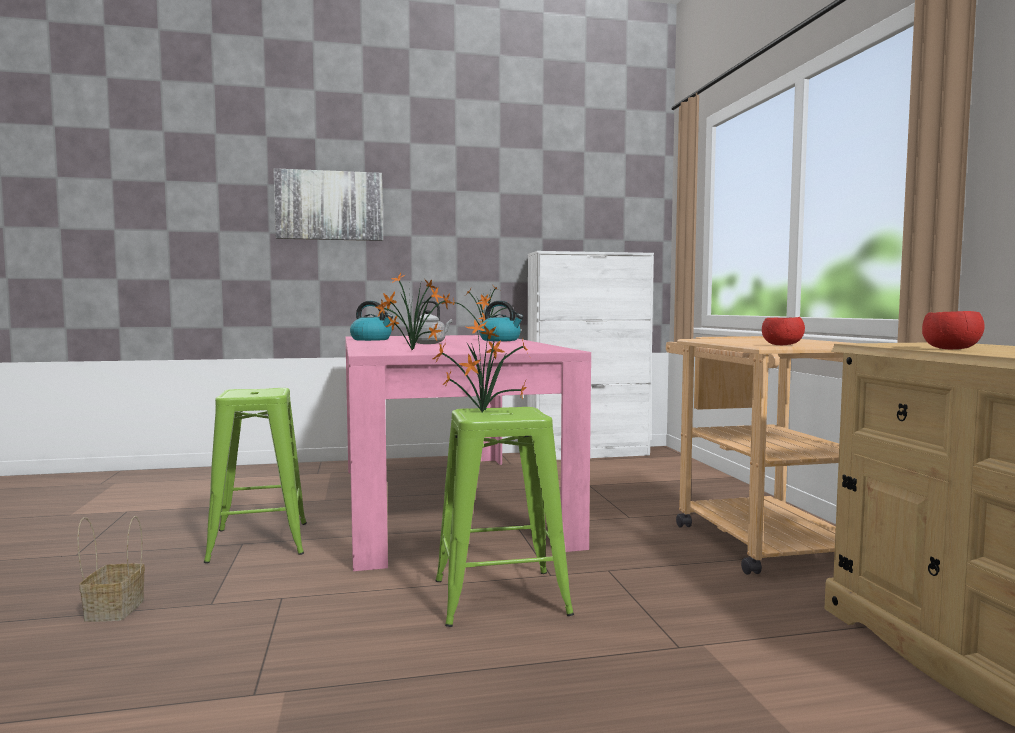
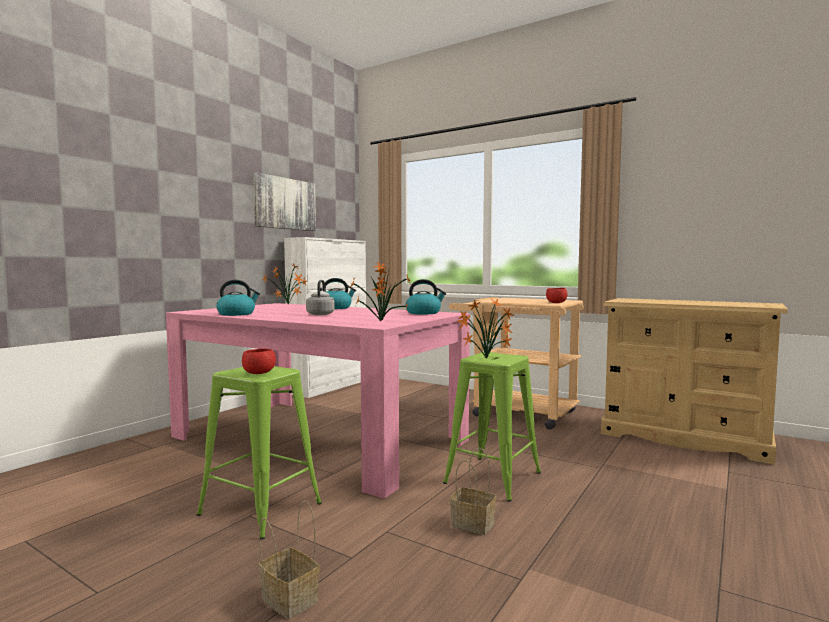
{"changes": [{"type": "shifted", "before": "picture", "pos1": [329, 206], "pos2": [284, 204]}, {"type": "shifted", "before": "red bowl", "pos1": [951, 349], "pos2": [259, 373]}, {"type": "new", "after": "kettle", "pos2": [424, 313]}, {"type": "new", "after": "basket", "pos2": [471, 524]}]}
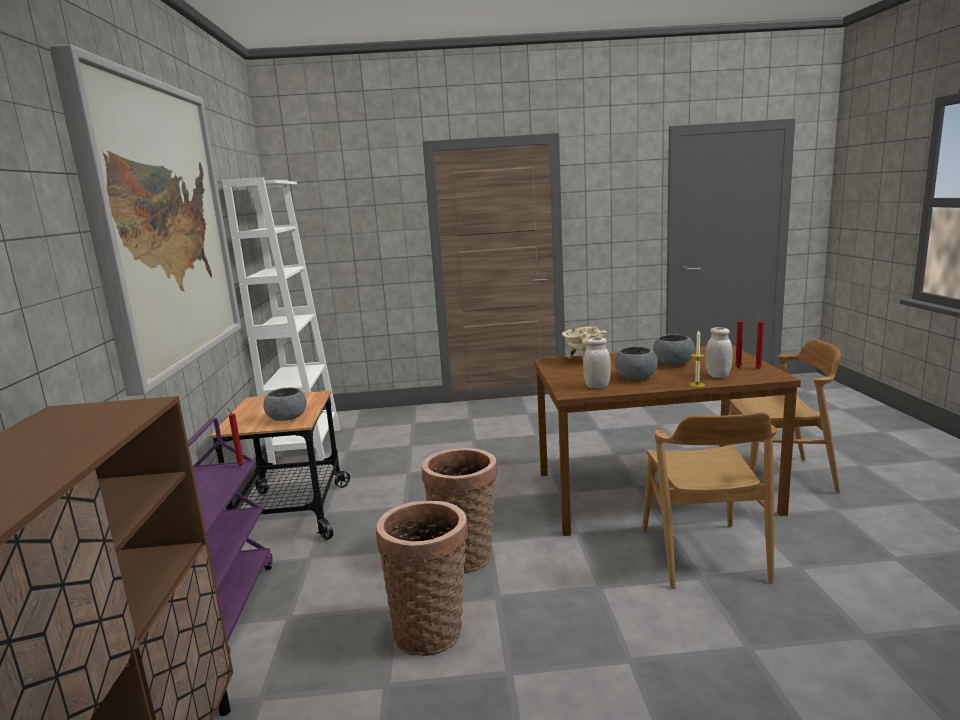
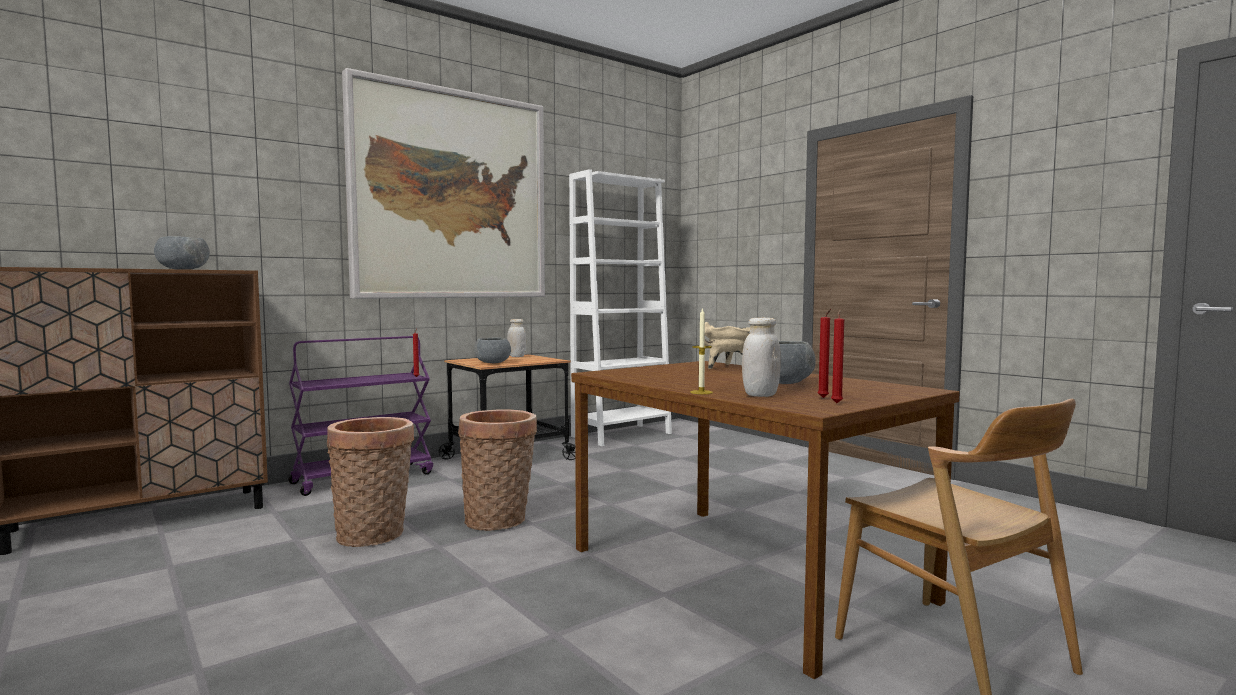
{"changes": [{"type": "shifted", "before": "white jar", "pos1": [597, 386], "pos2": [516, 356]}, {"type": "shifted", "before": "grey bowl", "pos1": [635, 377], "pos2": [183, 269]}, {"type": "gone", "before": "brown chair", "pos1": [702, 555]}]}
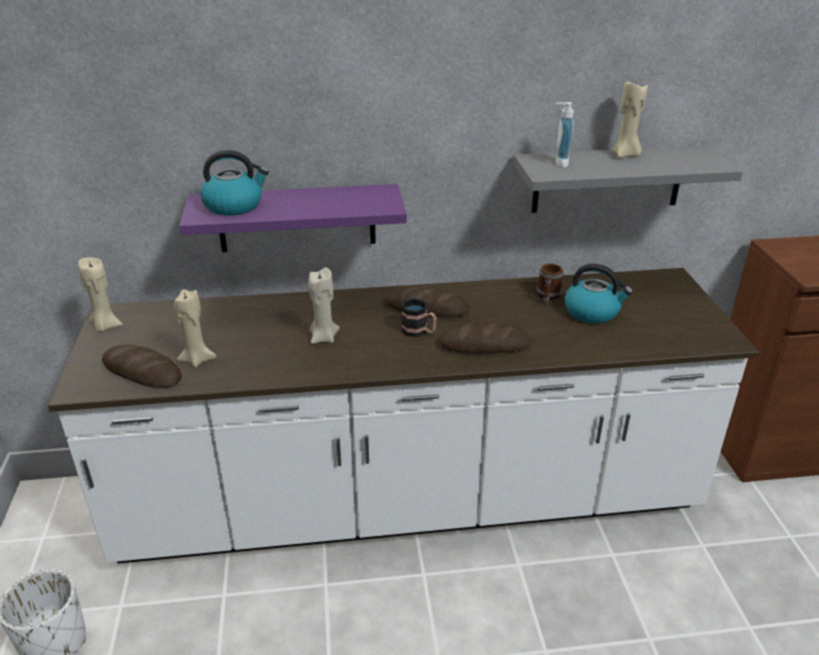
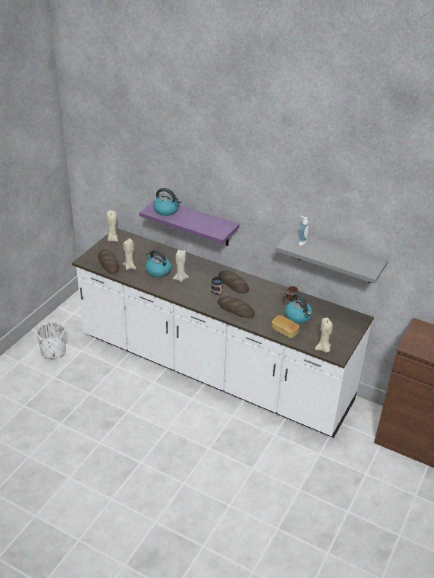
{"changes": [{"type": "shifted", "before": "beige candle", "pos1": [625, 155], "pos2": [323, 349]}, {"type": "new", "after": "kettle", "pos2": [157, 271]}, {"type": "new", "after": "bread", "pos2": [284, 331]}]}
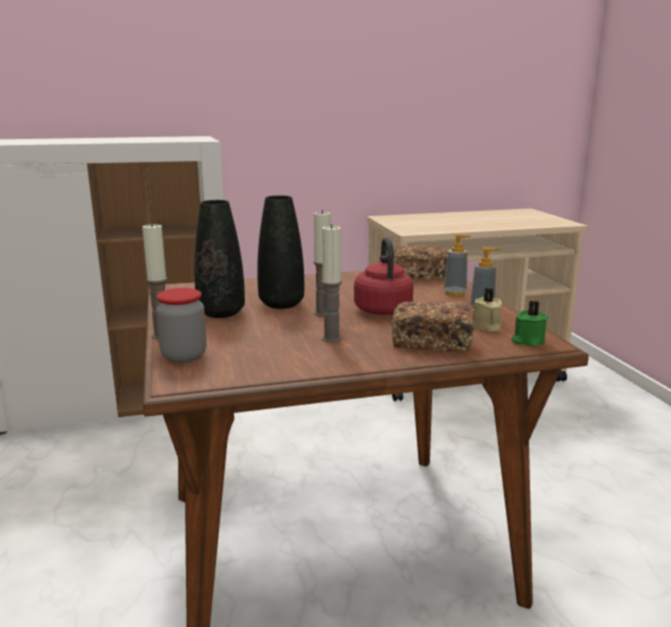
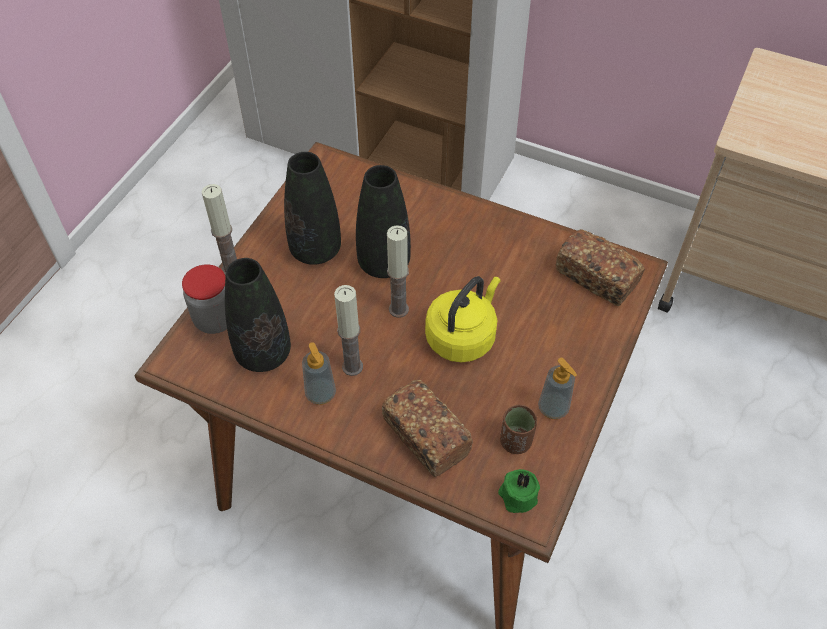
{"changes": [{"type": "repainted", "before": "red kettle", "after": "yellow kettle", "pos1": [382, 309], "pos2": [462, 336]}, {"type": "shifted", "before": "soap dispenser", "pos1": [455, 293], "pos2": [320, 394]}, {"type": "swapped", "before": "beige candle", "after": "brown cup", "pos1": [486, 327], "pos2": [515, 441]}, {"type": "new", "after": "black vase", "pos2": [263, 354]}]}
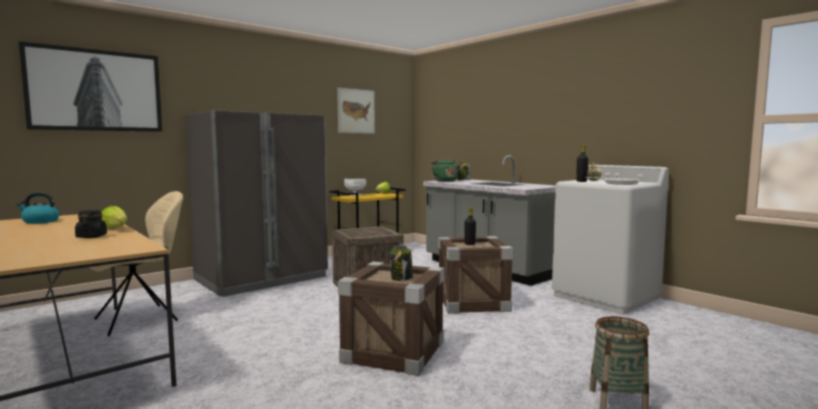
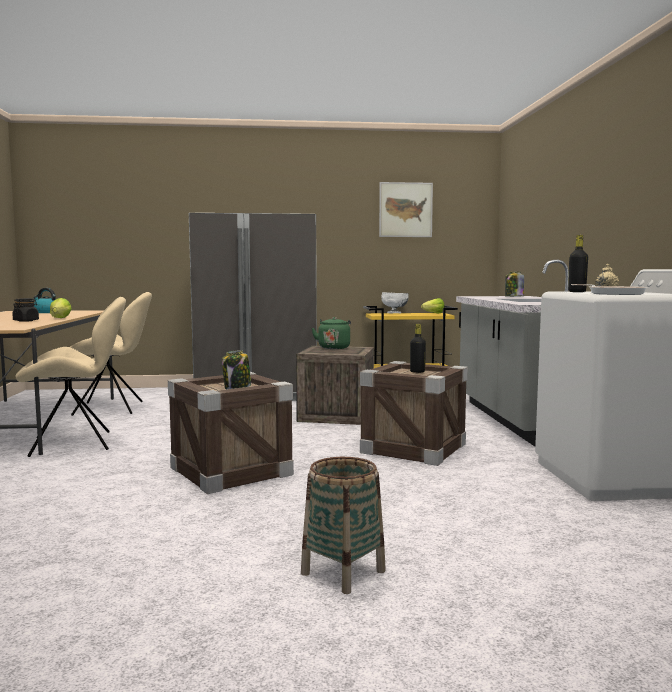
{"changes": [{"type": "gone", "before": "picture", "pos1": [96, 90]}, {"type": "shifted", "before": "green kettle", "pos1": [444, 181], "pos2": [334, 347]}, {"type": "new", "after": "beige chair", "pos2": [75, 443]}]}
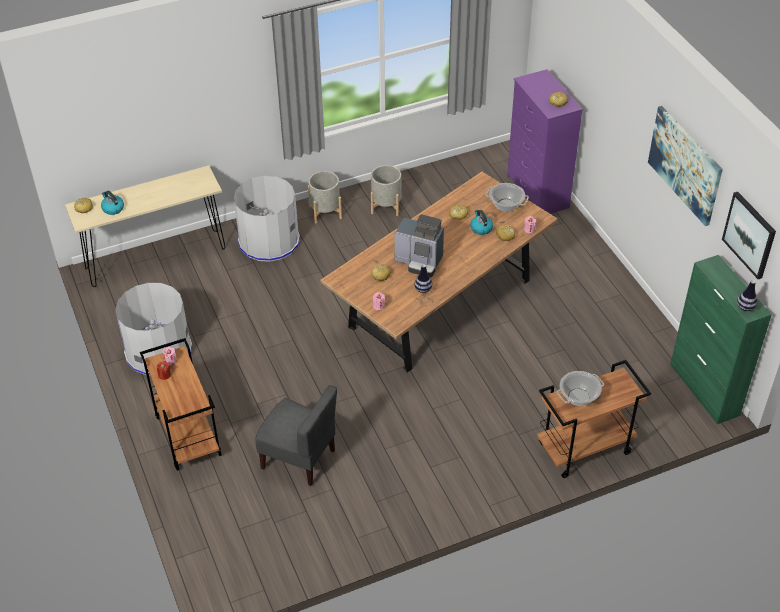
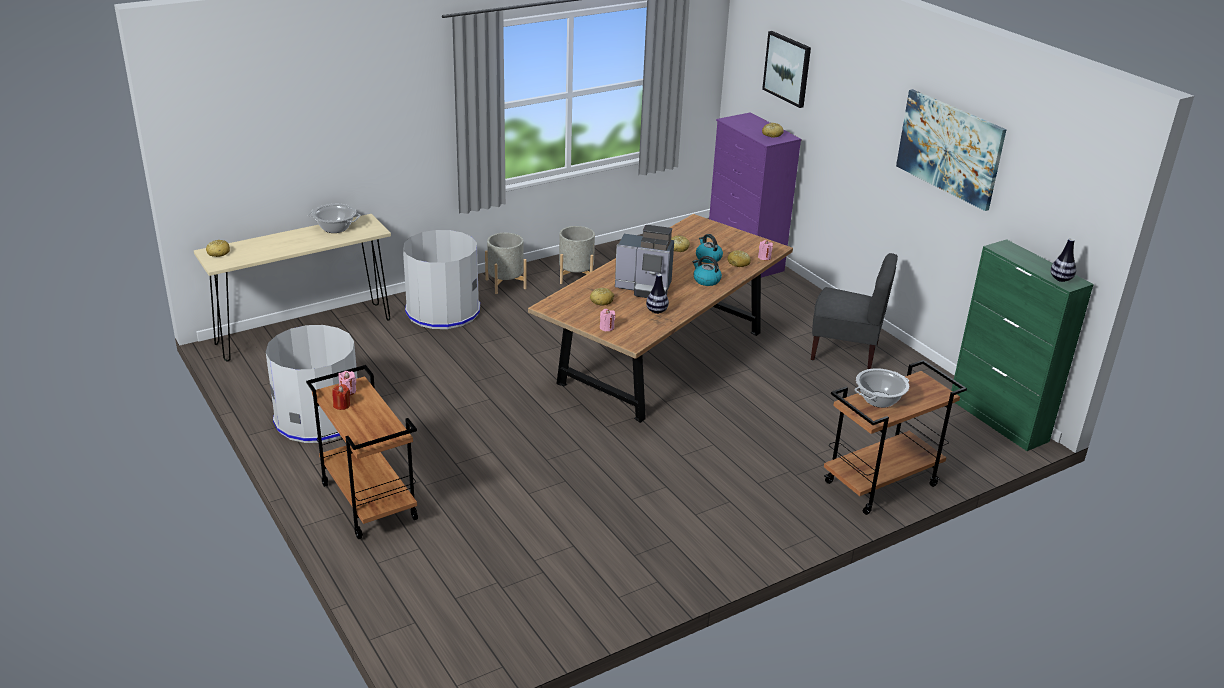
{"changes": [{"type": "shifted", "before": "kettle", "pos1": [112, 208], "pos2": [706, 280]}, {"type": "shifted", "before": "grey chair", "pos1": [299, 458], "pos2": [845, 351]}, {"type": "shifted", "before": "cooking pot", "pos1": [506, 205], "pos2": [335, 228]}, {"type": "shifted", "before": "picture", "pos1": [750, 234], "pos2": [787, 68]}]}
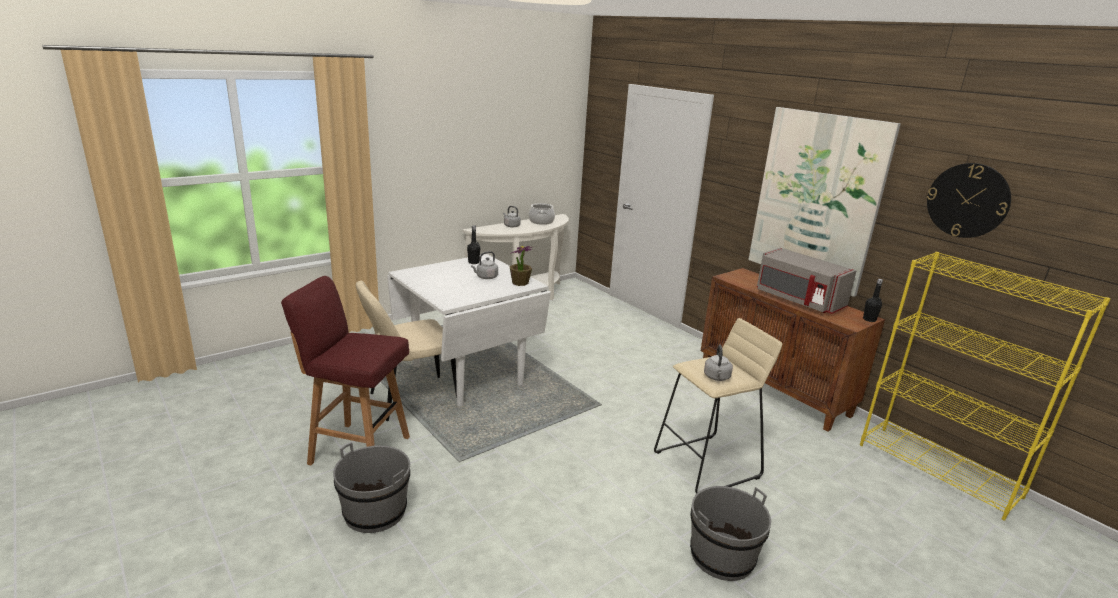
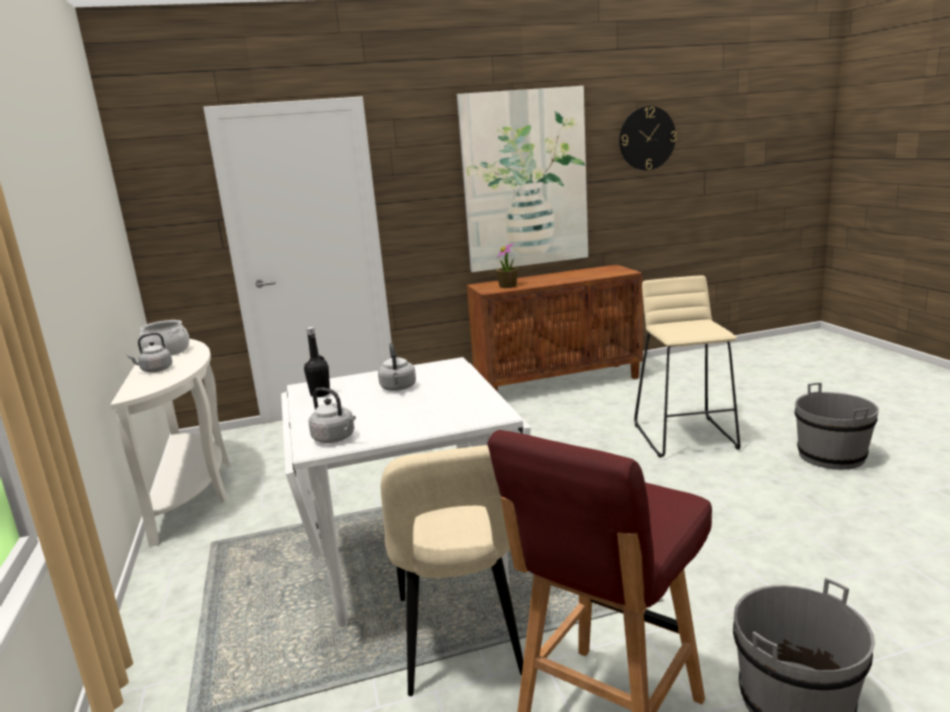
{"changes": [{"type": "shifted", "before": "potted plant", "pos1": [520, 283], "pos2": [508, 286]}, {"type": "shifted", "before": "grey kettle", "pos1": [716, 377], "pos2": [335, 438]}, {"type": "gone", "before": "grey microwave", "pos1": [798, 300]}, {"type": "gone", "before": "yellow bookcase", "pos1": [939, 470]}, {"type": "gone", "before": "black bottle", "pos1": [869, 319]}]}
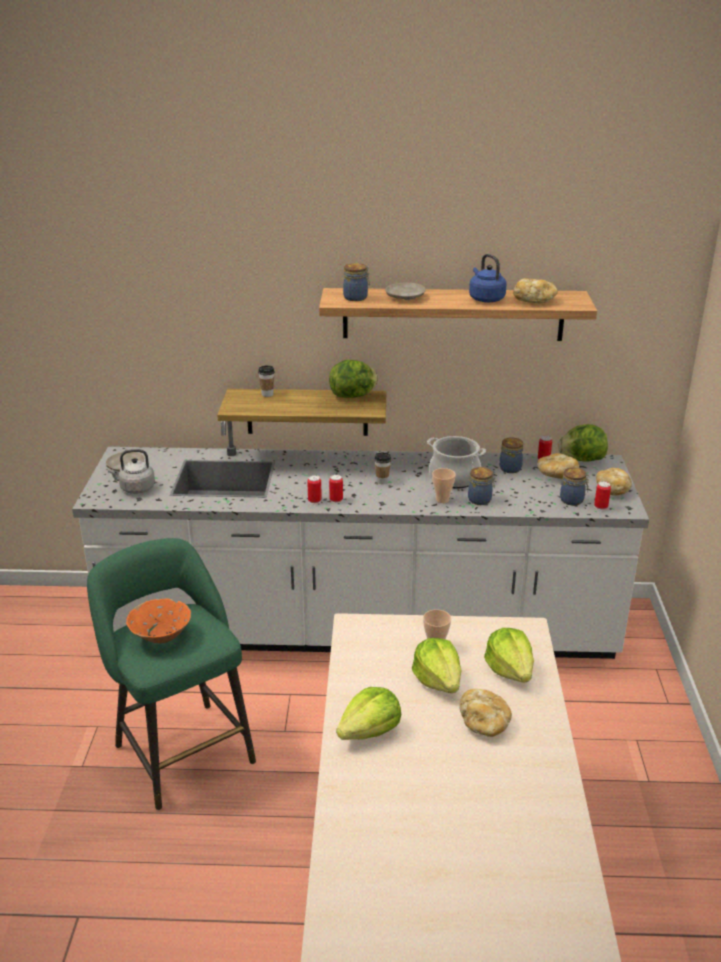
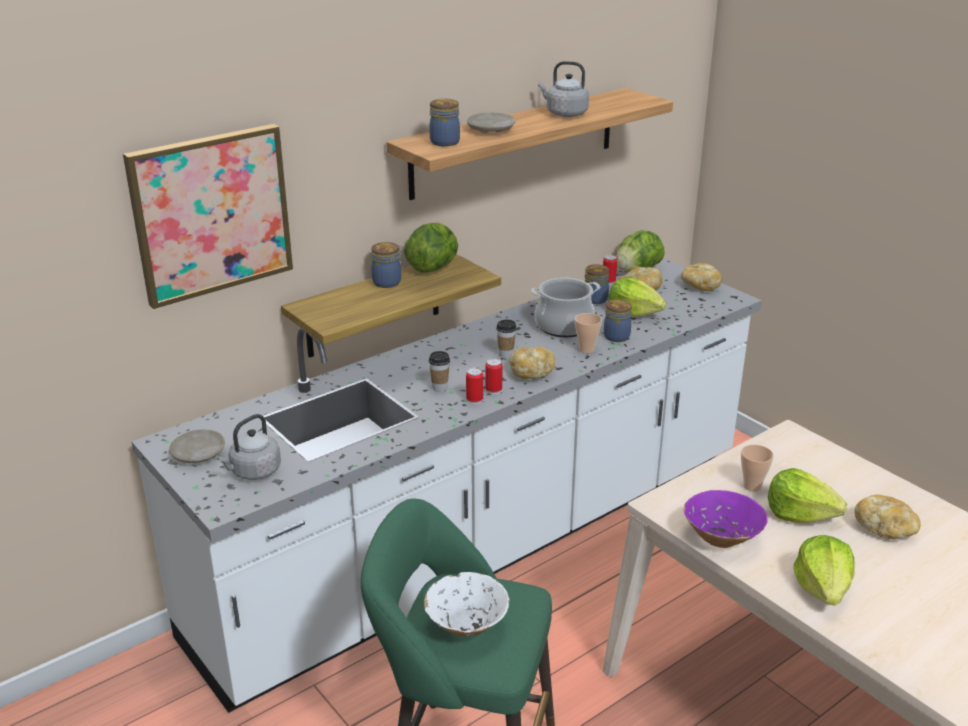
{"changes": [{"type": "repainted", "before": "orange bowl", "after": "white bowl", "pos1": [161, 636], "pos2": [467, 625]}, {"type": "shifted", "before": "cup", "pos1": [267, 394], "pos2": [440, 388]}, {"type": "repainted", "before": "blue kettle", "after": "grey kettle", "pos1": [485, 299], "pos2": [564, 114]}, {"type": "shifted", "before": "lettuce", "pos1": [510, 669], "pos2": [633, 312]}, {"type": "shifted", "before": "bread", "pos1": [534, 301], "pos2": [532, 373]}, {"type": "shifted", "before": "jar", "pos1": [573, 500], "pos2": [388, 282]}, {"type": "gone", "before": "can", "pos1": [601, 507]}, {"type": "new", "after": "picture", "pos2": [211, 214]}, {"type": "new", "after": "purple bowl", "pos2": [721, 538]}]}
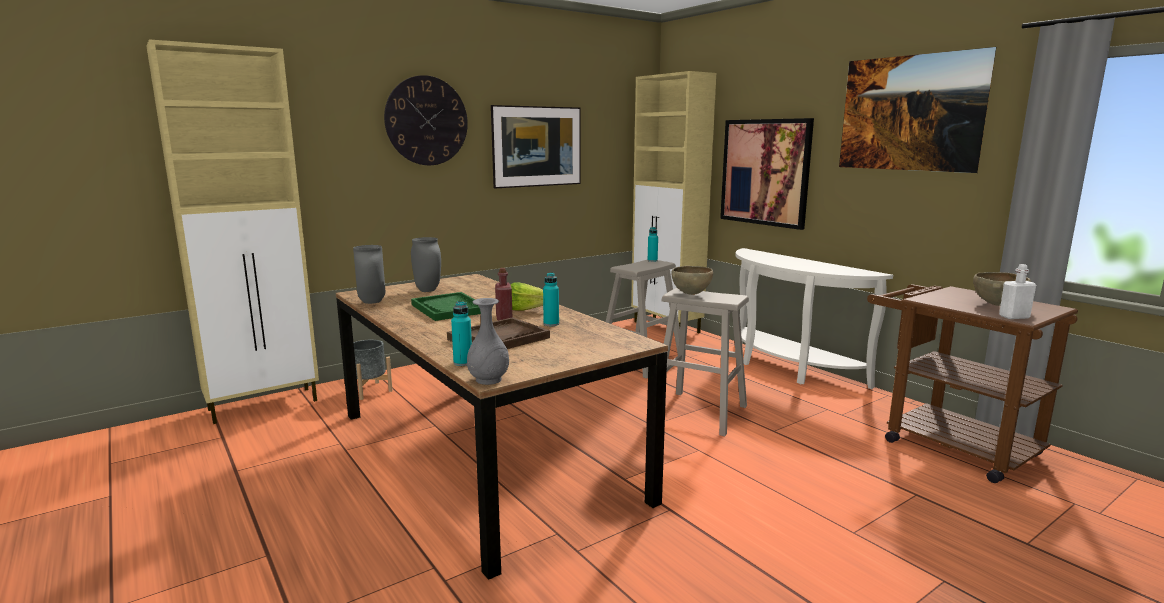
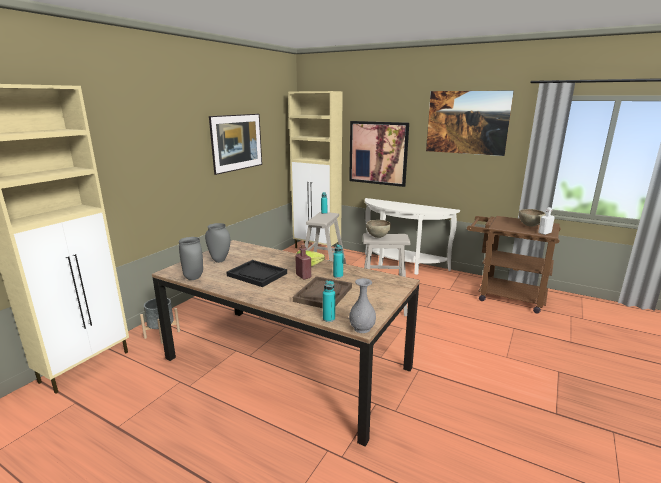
{"changes": [{"type": "gone", "before": "wall clock", "pos1": [426, 121]}, {"type": "repainted", "before": "green tray", "after": "black tray", "pos1": [449, 308], "pos2": [257, 274]}]}
